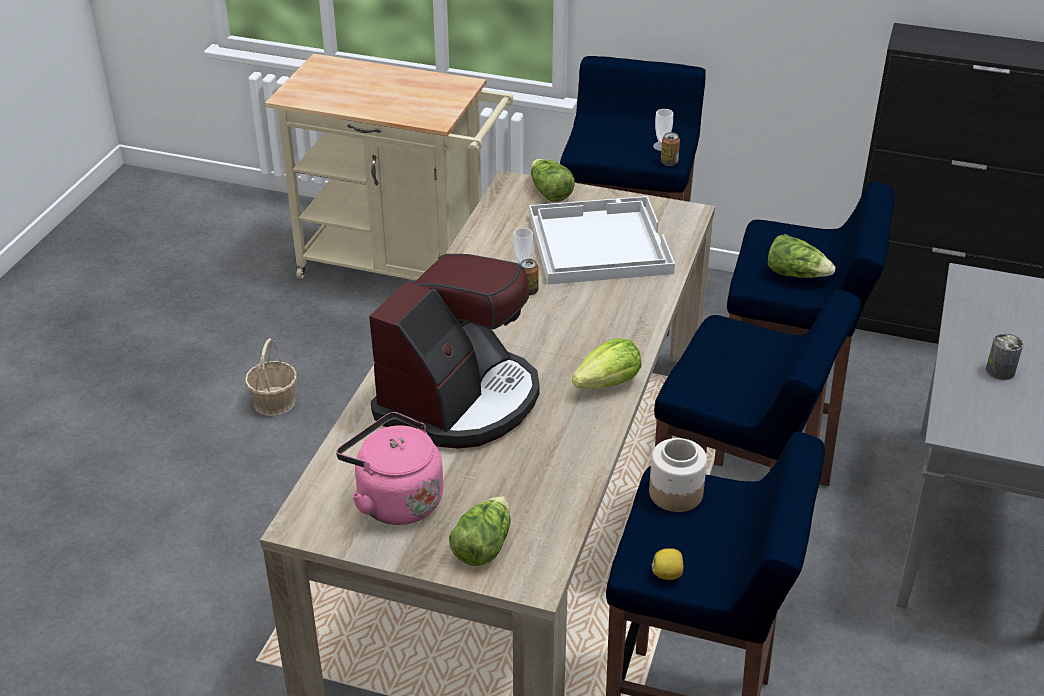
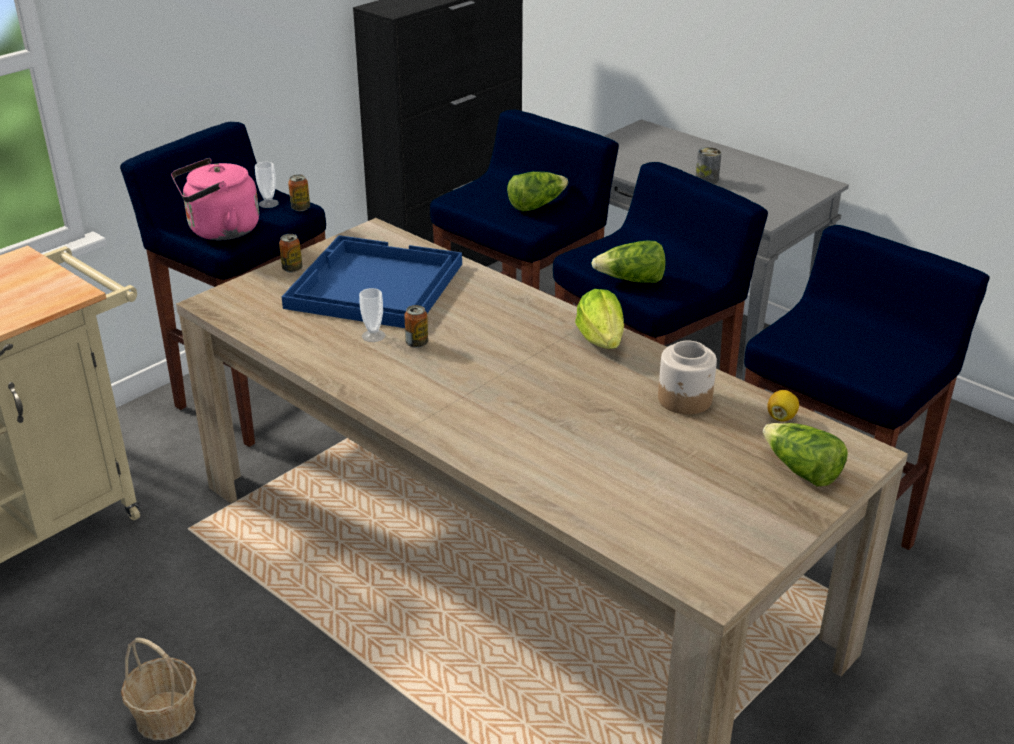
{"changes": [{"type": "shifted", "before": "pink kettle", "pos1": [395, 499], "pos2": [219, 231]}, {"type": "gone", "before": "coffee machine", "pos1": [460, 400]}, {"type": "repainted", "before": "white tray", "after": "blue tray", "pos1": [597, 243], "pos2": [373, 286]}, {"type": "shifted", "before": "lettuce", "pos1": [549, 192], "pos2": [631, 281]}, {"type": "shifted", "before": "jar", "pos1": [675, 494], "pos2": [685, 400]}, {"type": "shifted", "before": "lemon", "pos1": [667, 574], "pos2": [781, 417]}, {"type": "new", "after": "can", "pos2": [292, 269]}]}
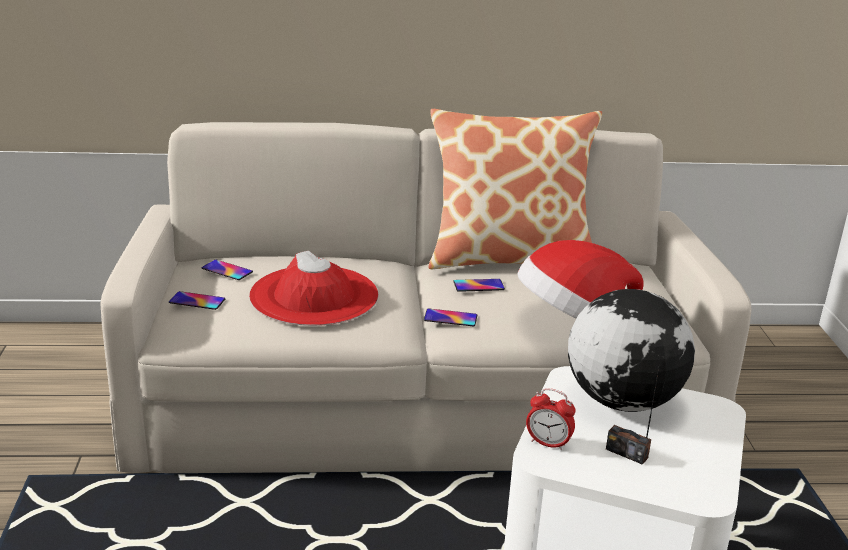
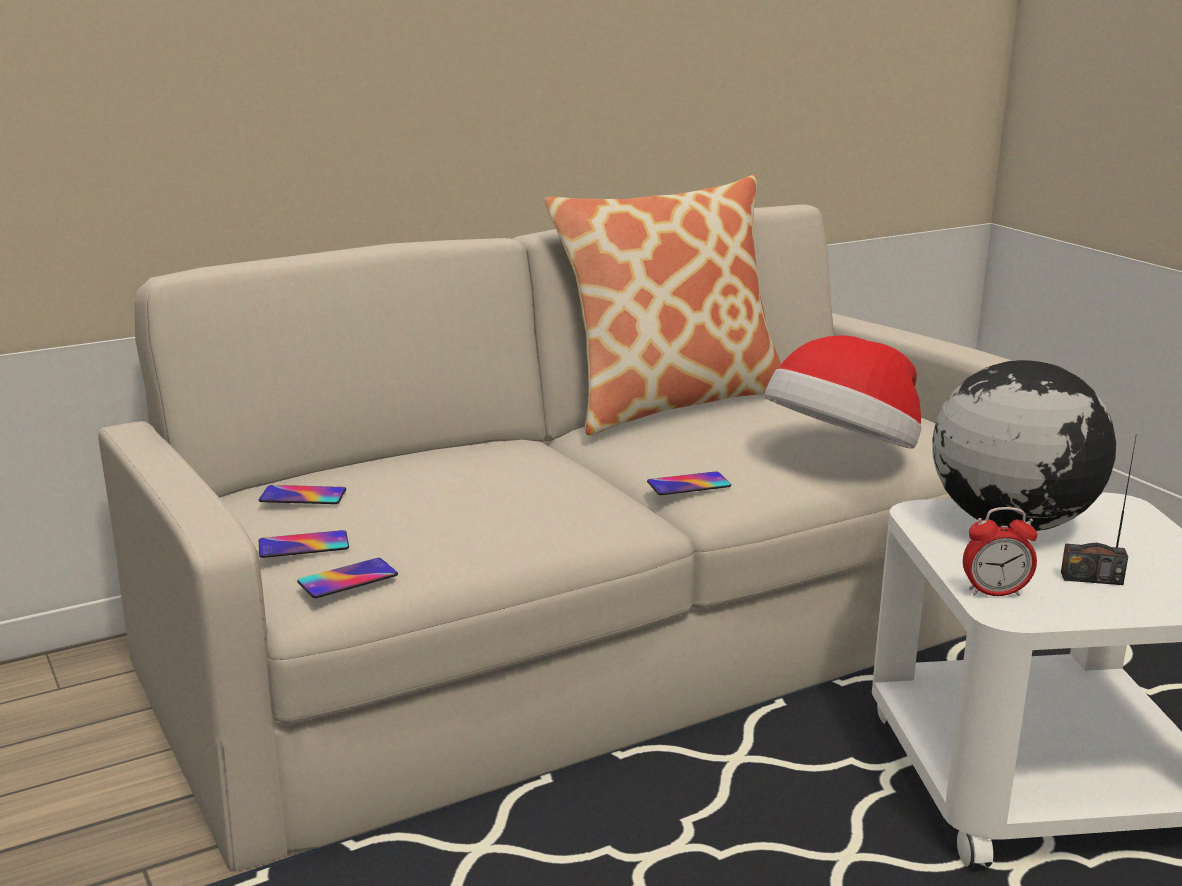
{"changes": [{"type": "gone", "before": "red hat", "pos1": [314, 296]}, {"type": "shifted", "before": "phone", "pos1": [478, 286], "pos2": [348, 579]}]}
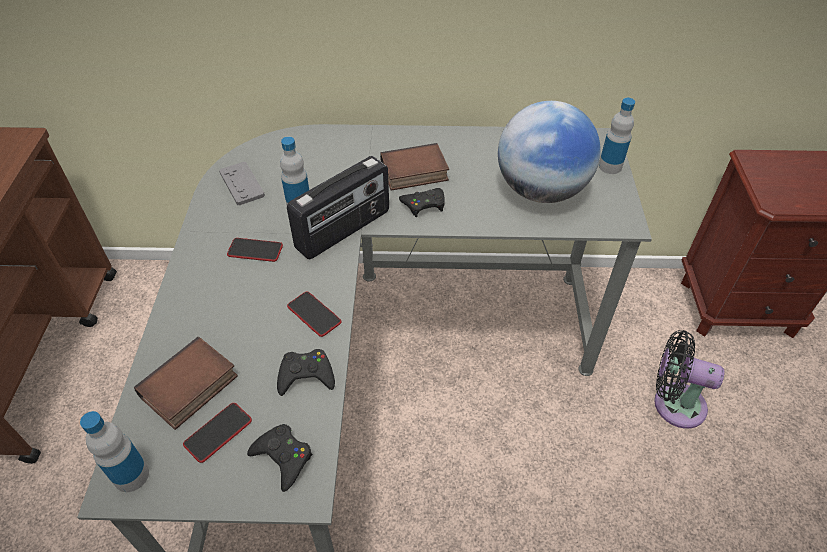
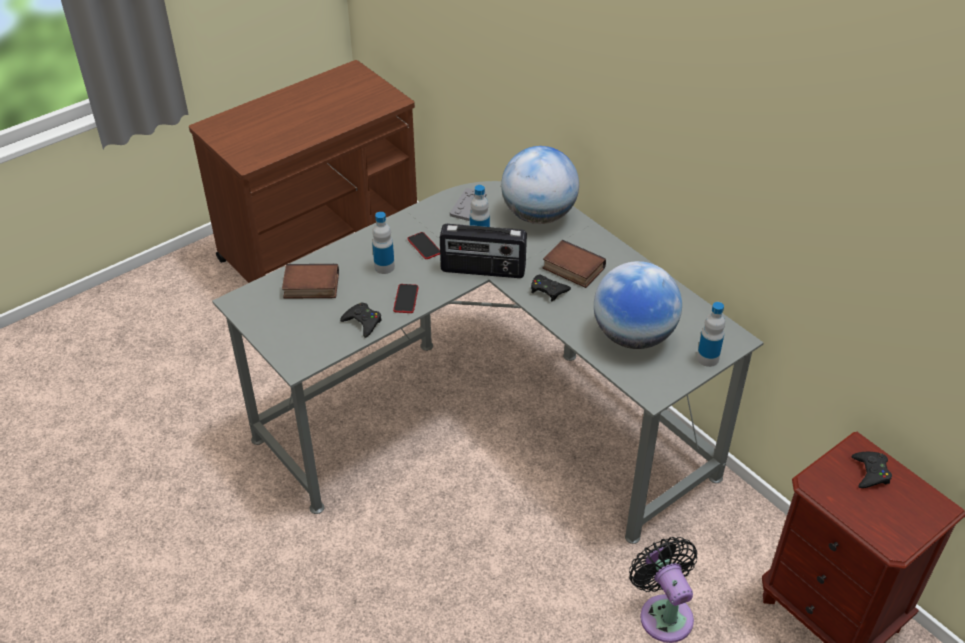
{"changes": [{"type": "shifted", "before": "bottle", "pos1": [131, 475], "pos2": [384, 267]}, {"type": "gone", "before": "phone", "pos1": [218, 432]}, {"type": "shifted", "before": "black game controller", "pos1": [283, 458], "pos2": [870, 473]}, {"type": "new", "after": "globe", "pos2": [538, 215]}]}
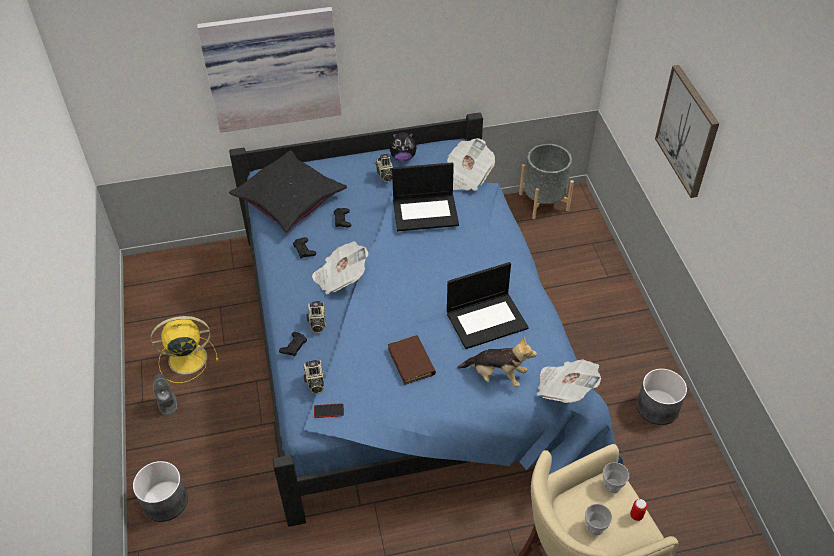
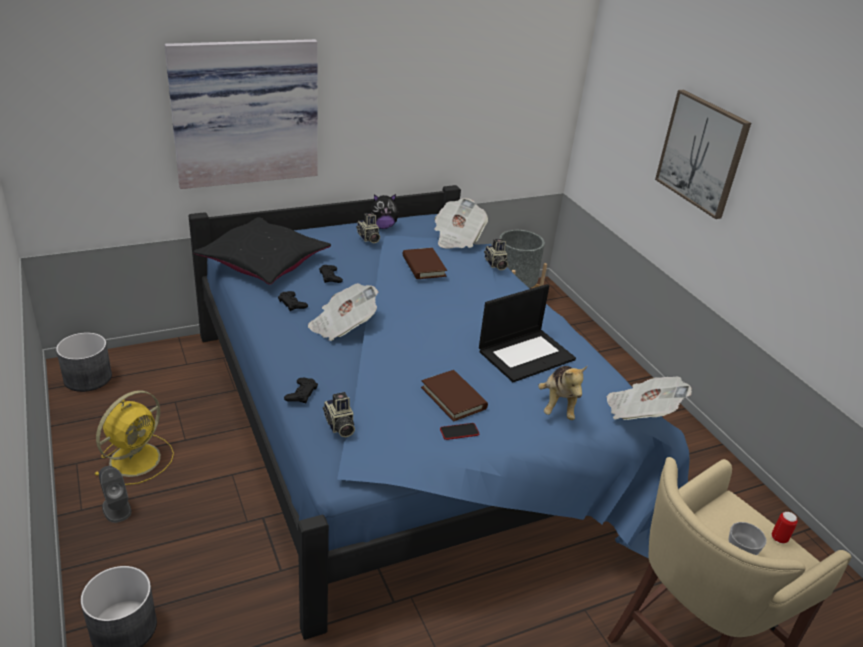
{"changes": [{"type": "rotated", "before": "yellow fan", "pos1": [186, 359], "pos2": [137, 458], "turn": 150}, {"type": "shifted", "before": "photo camera", "pos1": [317, 322], "pos2": [495, 264]}, {"type": "shifted", "before": "phone", "pos1": [329, 411], "pos2": [459, 432]}, {"type": "swapped", "before": "laptop", "after": "brown book", "pos1": [426, 212], "pos2": [423, 266]}, {"type": "rotated", "before": "plush toy", "pos1": [496, 375], "pos2": [558, 405], "turn": 90}, {"type": "gone", "before": "cup", "pos1": [612, 485]}, {"type": "shifted", "before": "grey planter", "pos1": [657, 407], "pos2": [87, 378]}]}
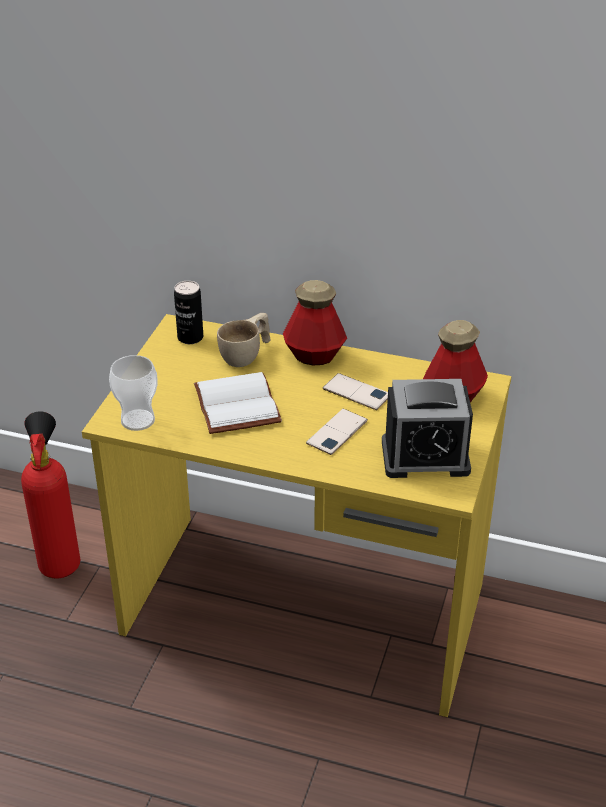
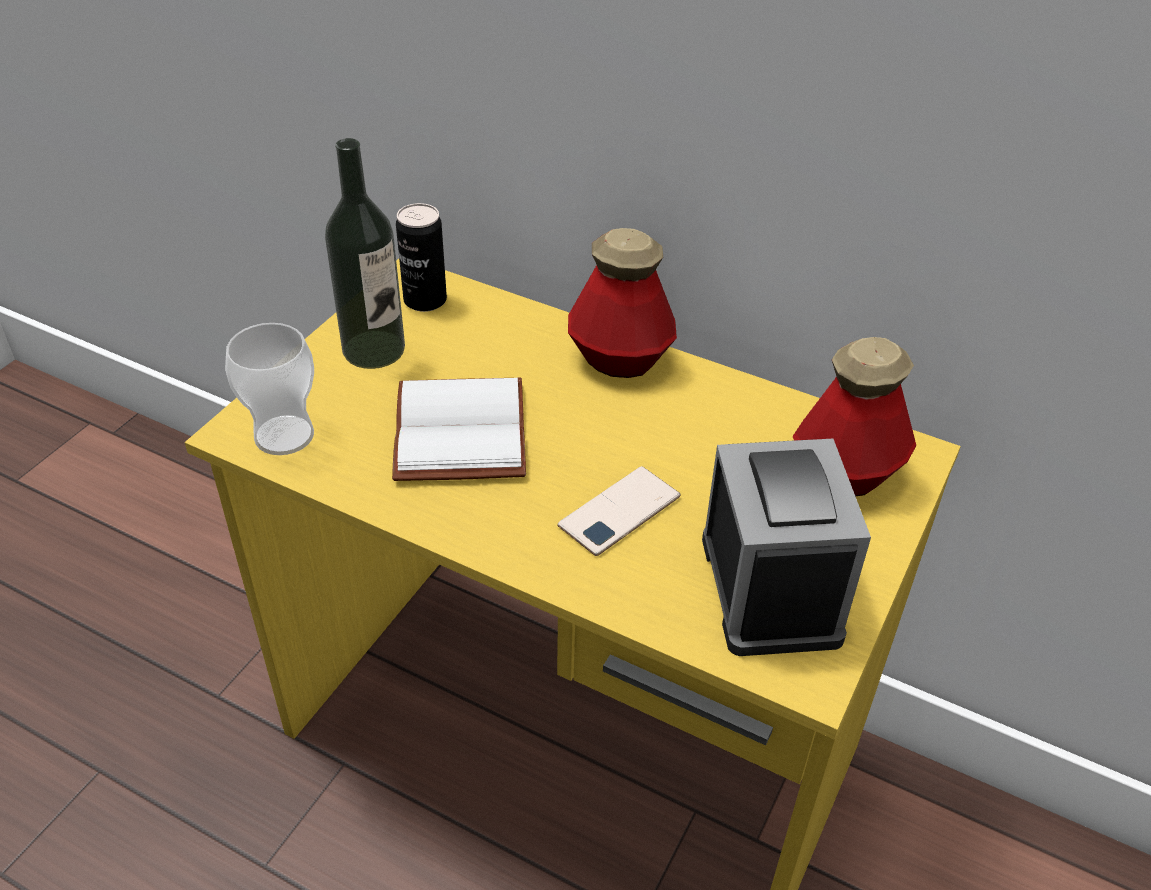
{"changes": [{"type": "gone", "before": "fire extinguisher", "pos1": [60, 560]}, {"type": "gone", "before": "beige cup", "pos1": [247, 355]}, {"type": "gone", "before": "phone", "pos1": [357, 392]}, {"type": "rotated", "before": "alarm clock", "pos1": [425, 457], "pos2": [770, 588], "turn": -105}, {"type": "new", "after": "bottle", "pos2": [374, 349]}]}
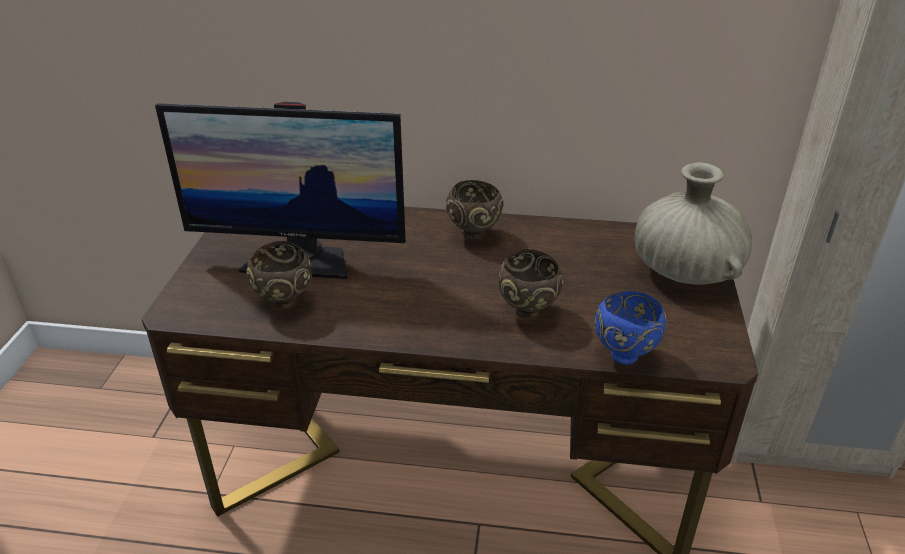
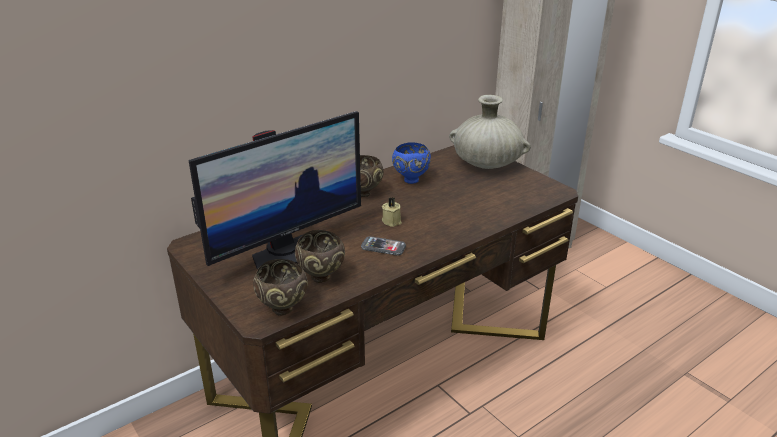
{"changes": [{"type": "shifted", "before": "brown bowl", "pos1": [528, 312], "pos2": [284, 309]}, {"type": "shifted", "before": "blue bowl", "pos1": [624, 355], "pos2": [410, 180]}, {"type": "new", "after": "phone", "pos2": [383, 247]}, {"type": "new", "after": "beige candle", "pos2": [392, 221]}]}
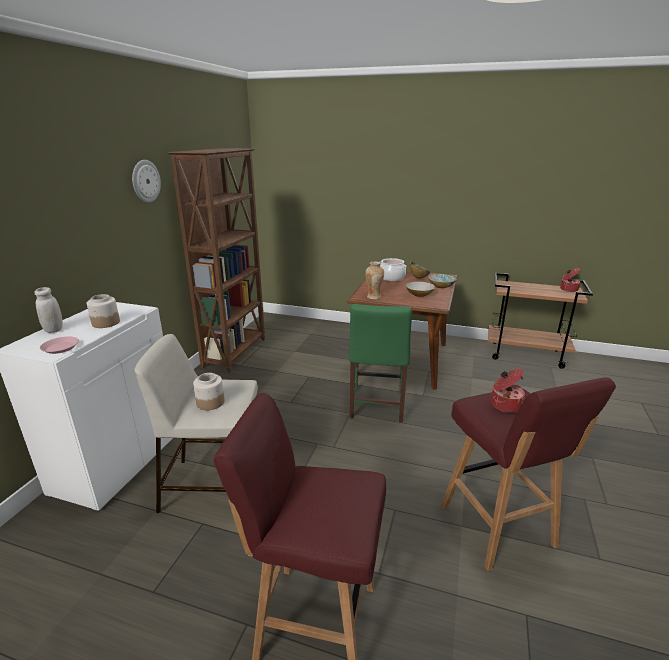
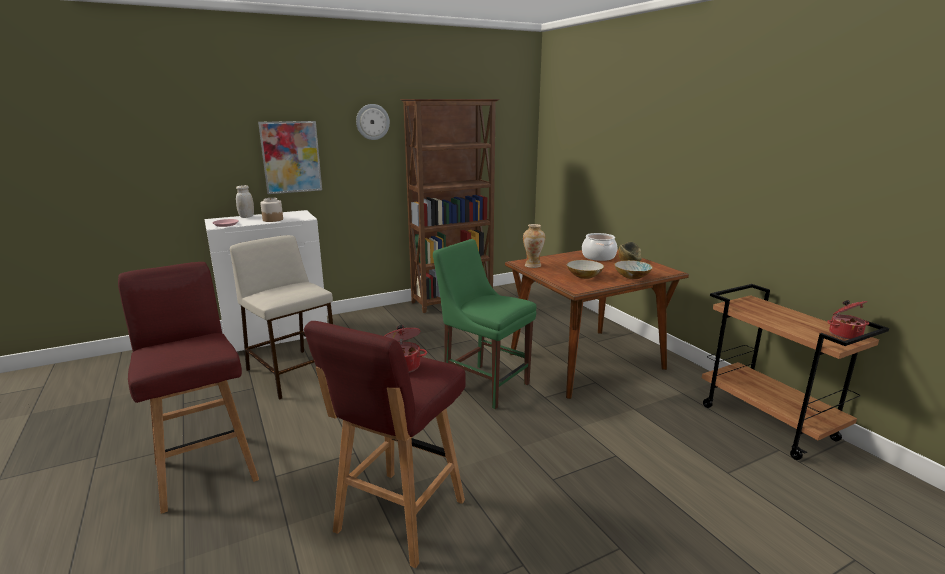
{"changes": [{"type": "gone", "before": "jar", "pos1": [210, 403]}, {"type": "rotated", "before": "green chair", "pos1": [376, 406], "pos2": [483, 384], "turn": 75}, {"type": "new", "after": "picture", "pos2": [291, 157]}]}
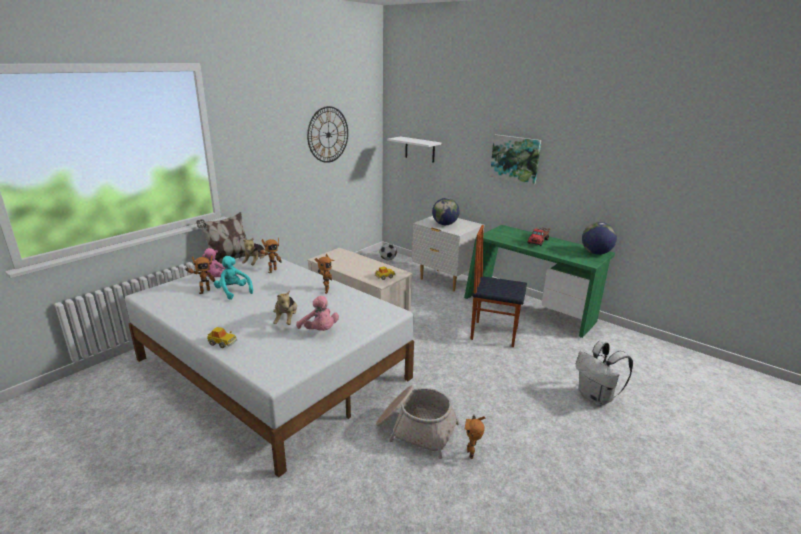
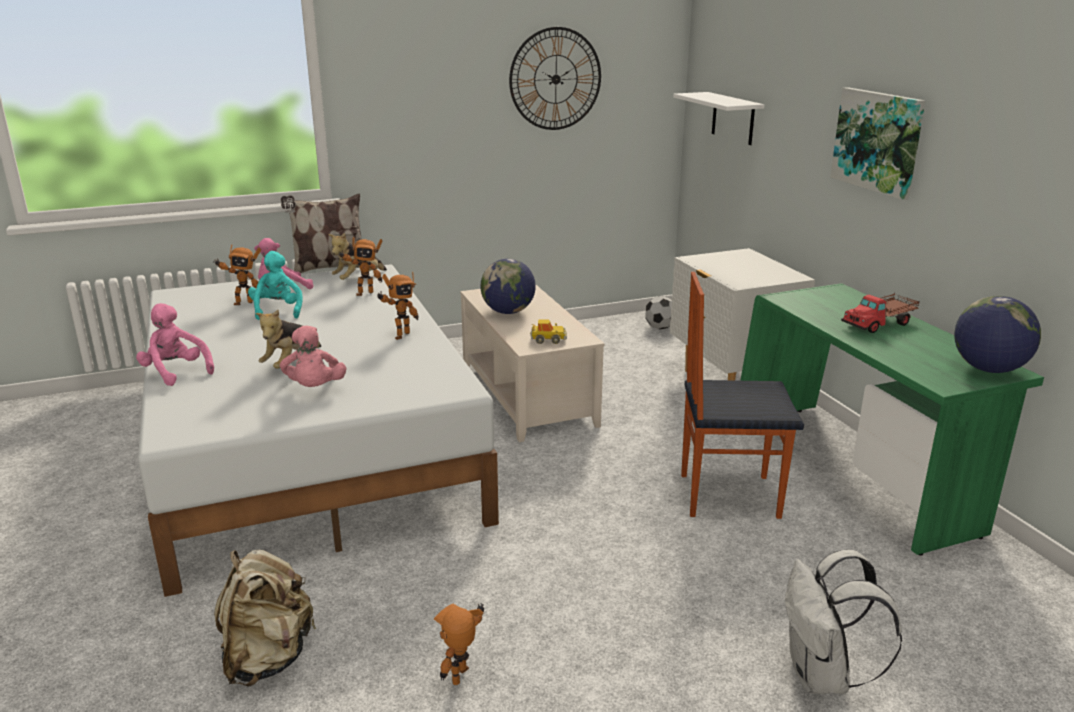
{"changes": [{"type": "swapped", "before": "toy car", "after": "pink plush toy", "pos1": [222, 343], "pos2": [176, 372]}, {"type": "gone", "before": "basket", "pos1": [415, 429]}, {"type": "shifted", "before": "globe", "pos1": [445, 224], "pos2": [508, 312]}, {"type": "rotated", "before": "chair", "pos1": [493, 333], "pos2": [727, 495], "turn": -45}, {"type": "new", "after": "beige backpack", "pos2": [268, 658]}]}
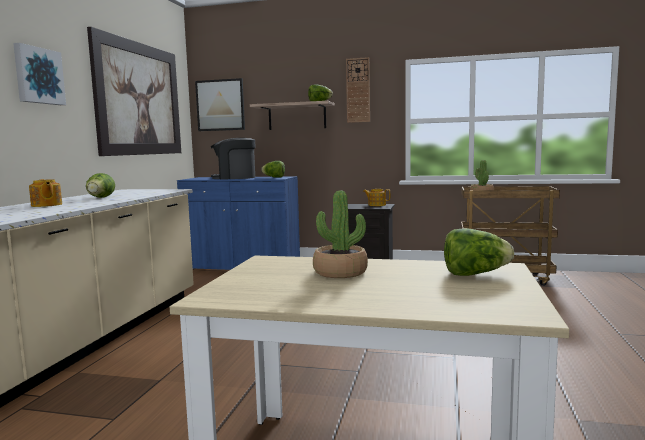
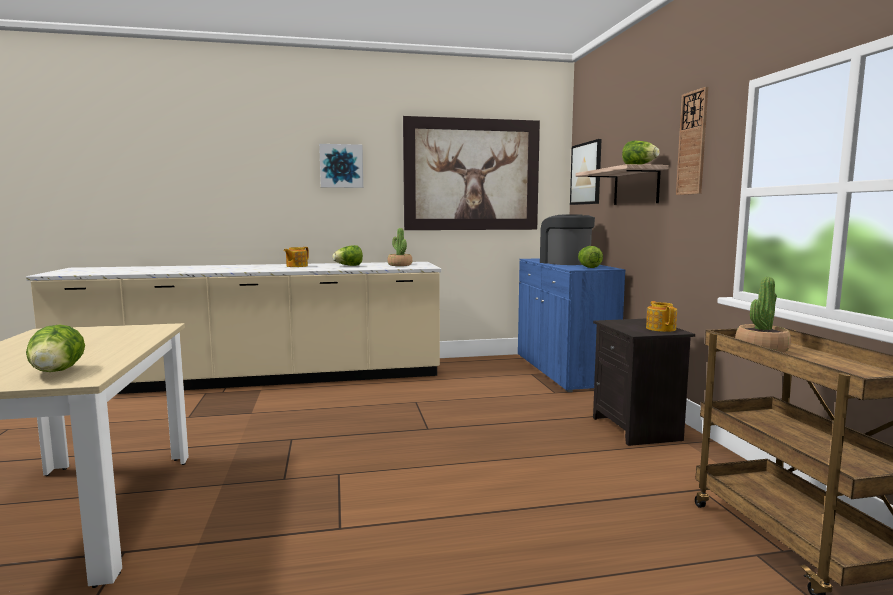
{"changes": [{"type": "shifted", "before": "potted plant", "pos1": [340, 272], "pos2": [399, 265]}]}
